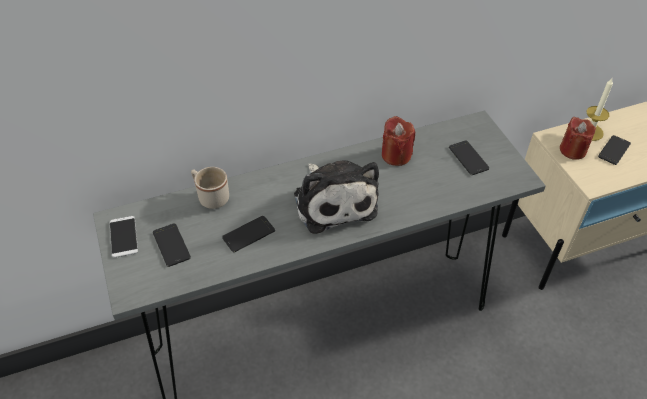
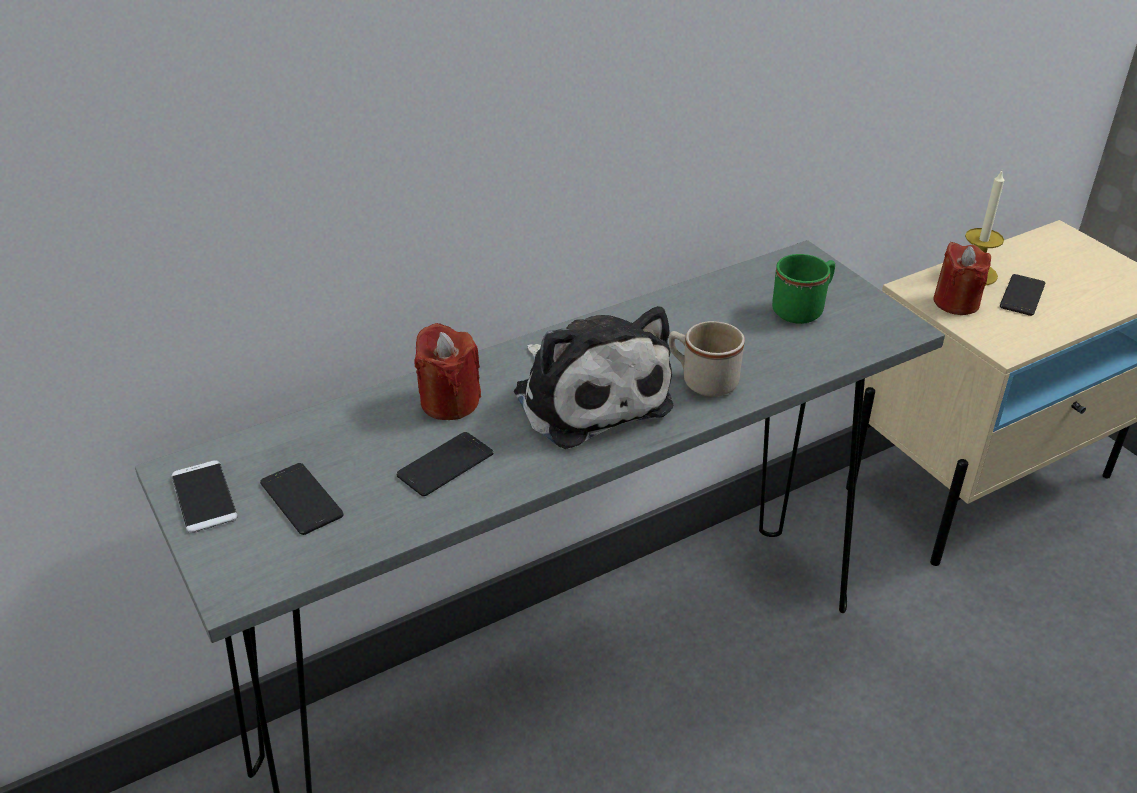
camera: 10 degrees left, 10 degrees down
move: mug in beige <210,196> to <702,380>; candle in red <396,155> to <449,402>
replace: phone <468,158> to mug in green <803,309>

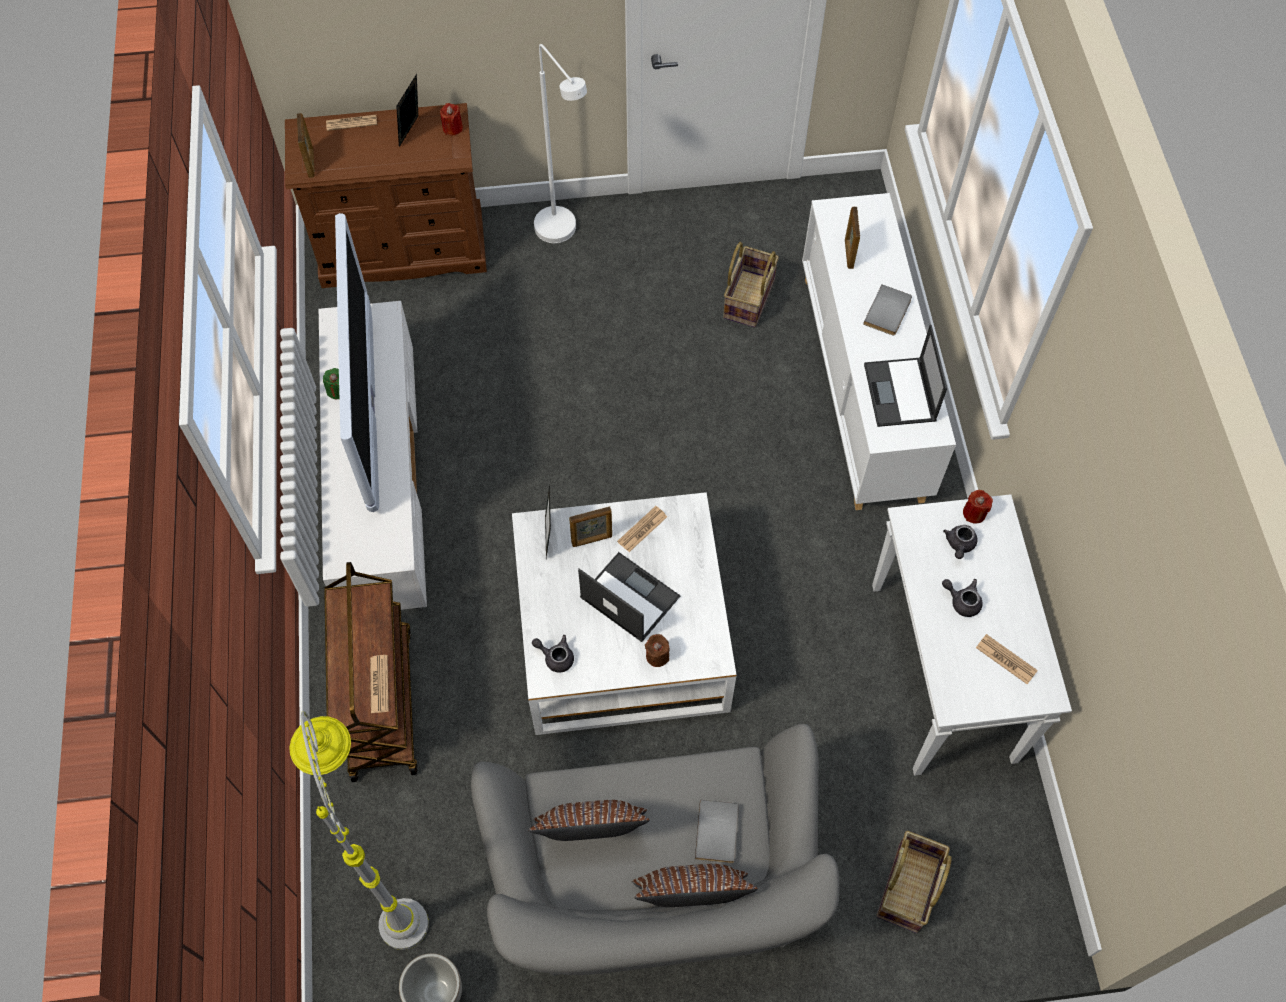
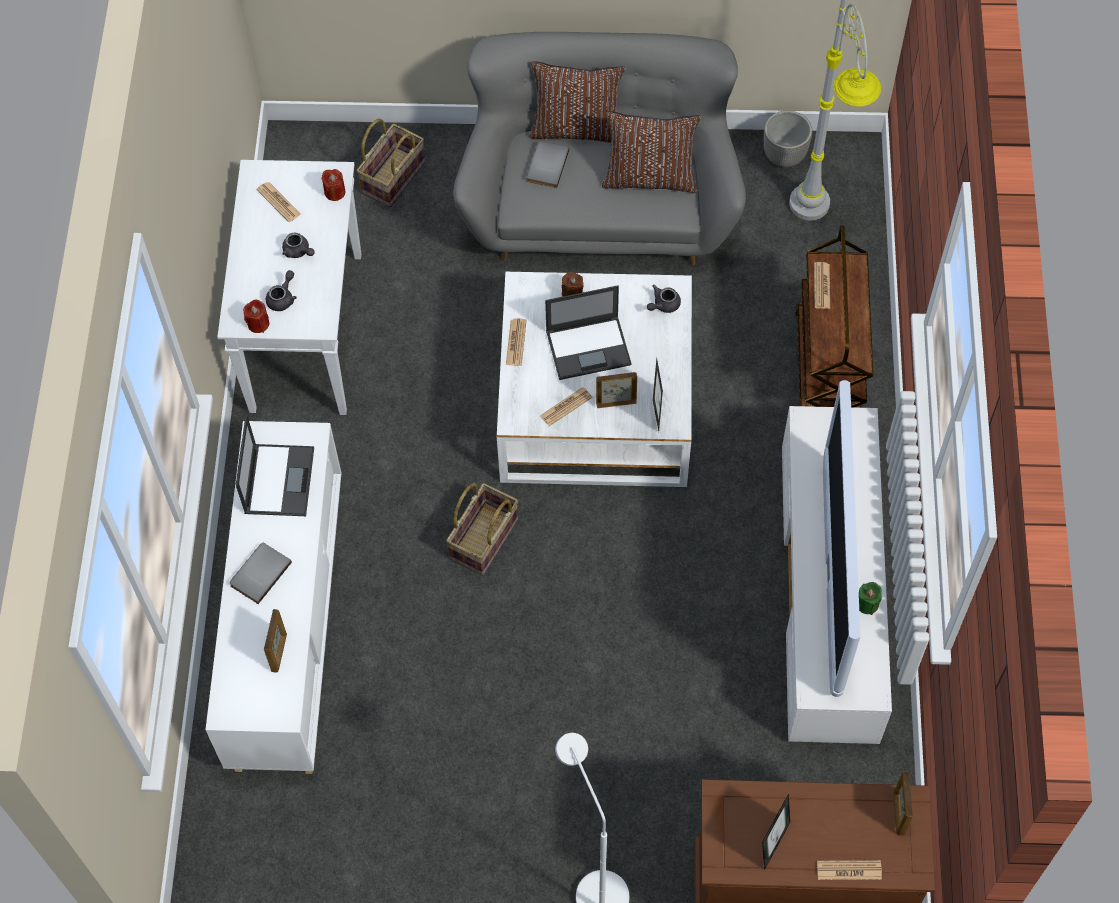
camera: 170 degrees left, 0 degrees up
insert: newspaper <516,342>
move: candle in red <452,128> to <335,192>; basket <748,298> to <485,540>
rotate: teapot in grey <555,657> = <663,305> 105 degrees clockwise; laptop <628,596> = <589,347> 60 degrees counterclockwise

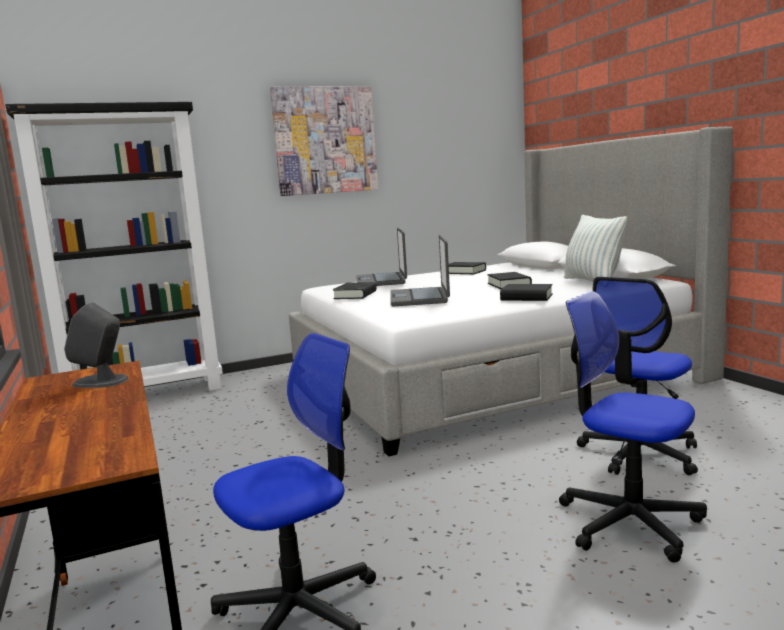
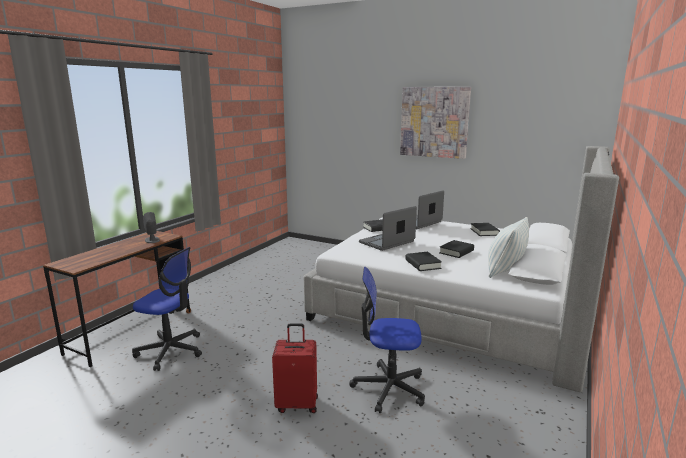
camera: 50 degrees right, 5 degrees up
delete: bookcase in black <147,394>
replace: office chair <629,522> to suitcase in red <297,404>

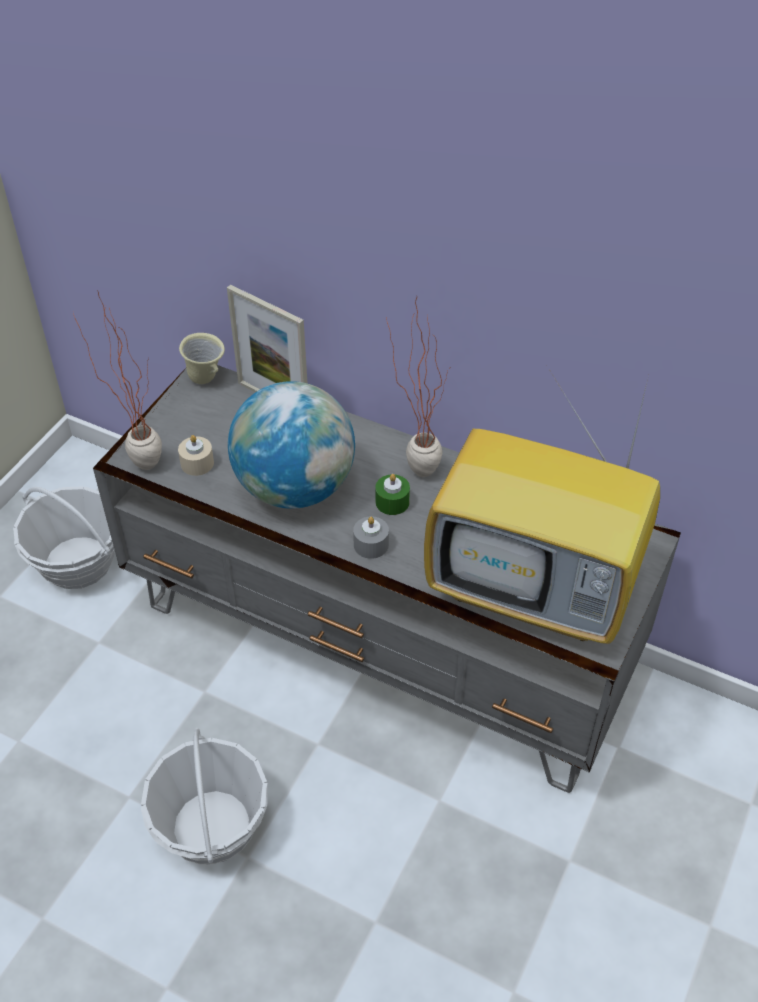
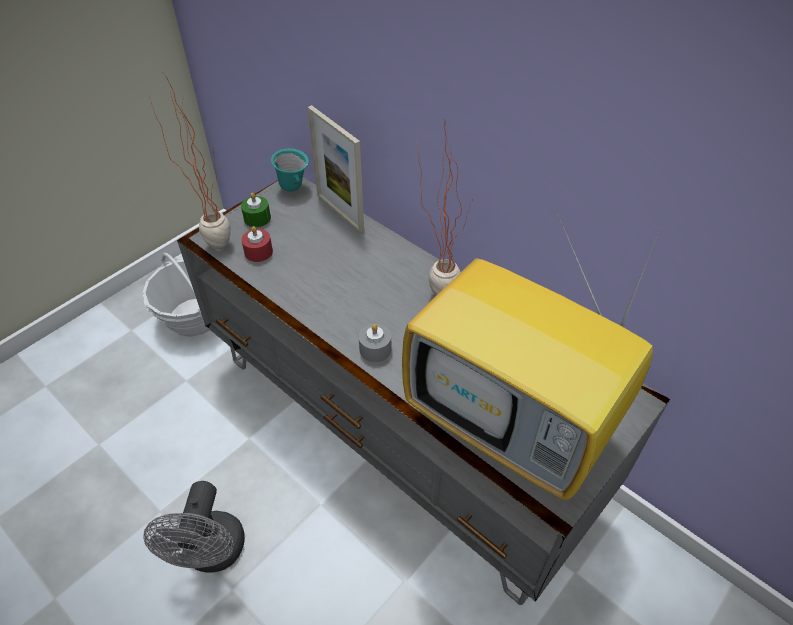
camera: 15 degrees right, 0 degrees up
delete: globe <295,487>
move: candle in green <392,502> to <257,218>
replace: basket <212,827> to fan in grey <212,554>
recolor: candle in beige <197,463> to candle in red <258,252>; mug in beige <206,379> to mug in turquoise <294,188>

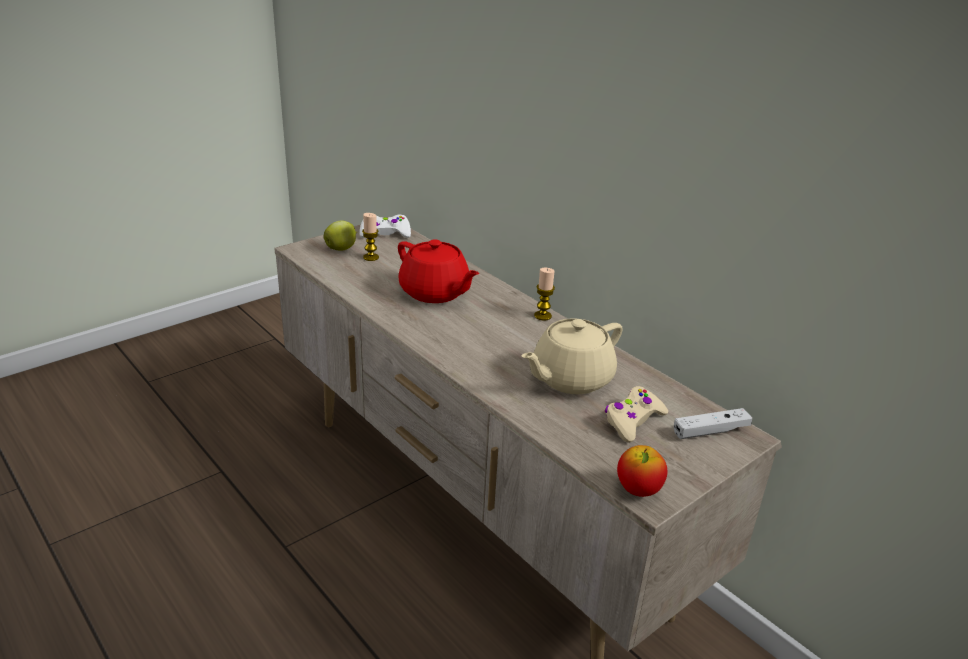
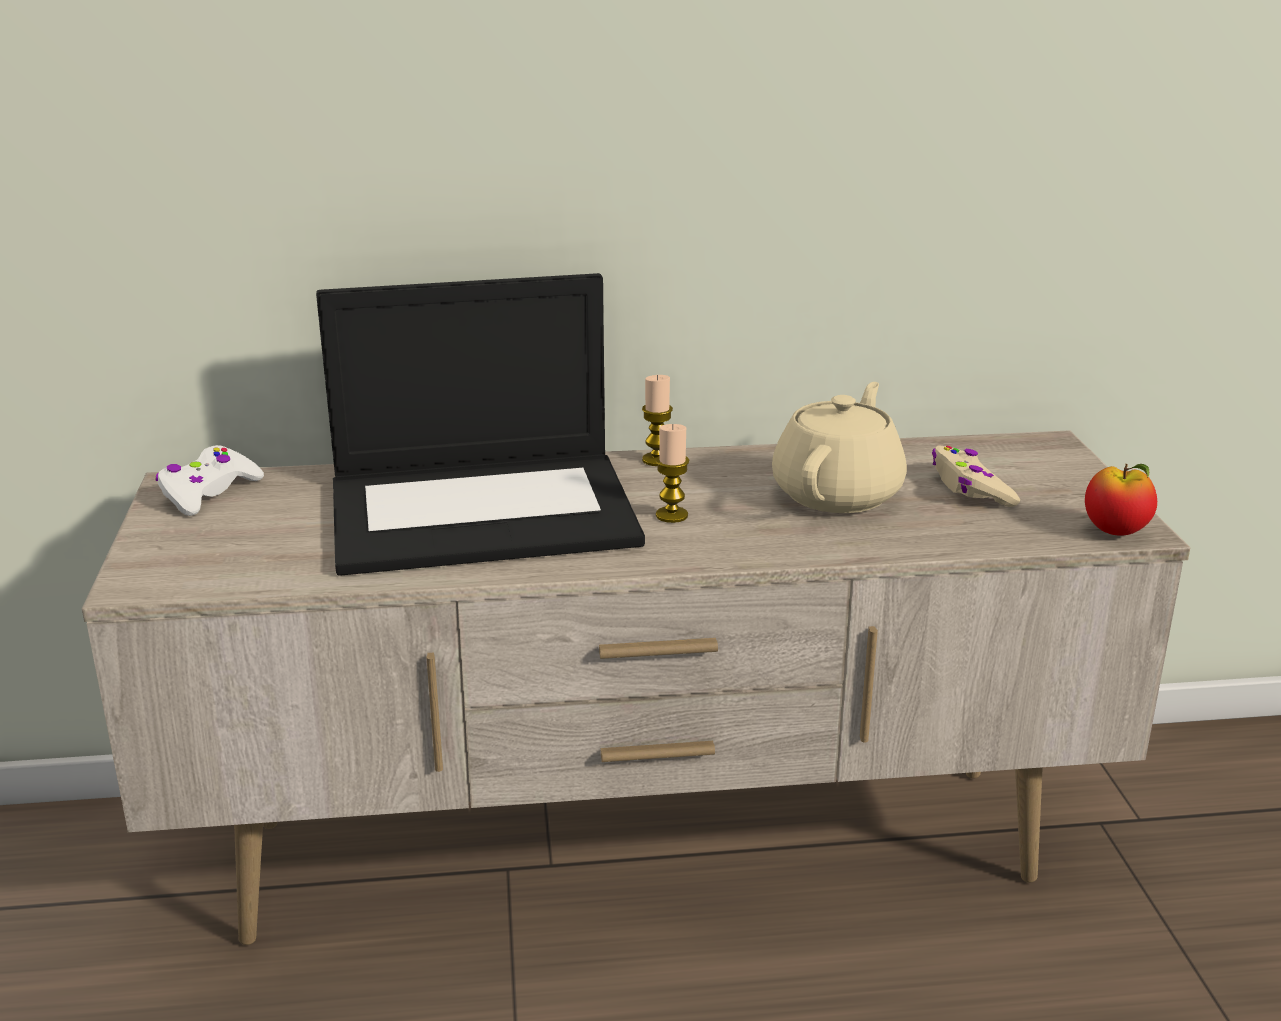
camera: 55 degrees left, 5 degrees down
delete: apple <341,249>; game controller in white <710,431>
move: candle <371,257> to <671,515>
replace: teapot in red <435,293> to laptop <485,511>
rotate: teapot in beige <570,378> = <839,493> 150 degrees counterclockwise

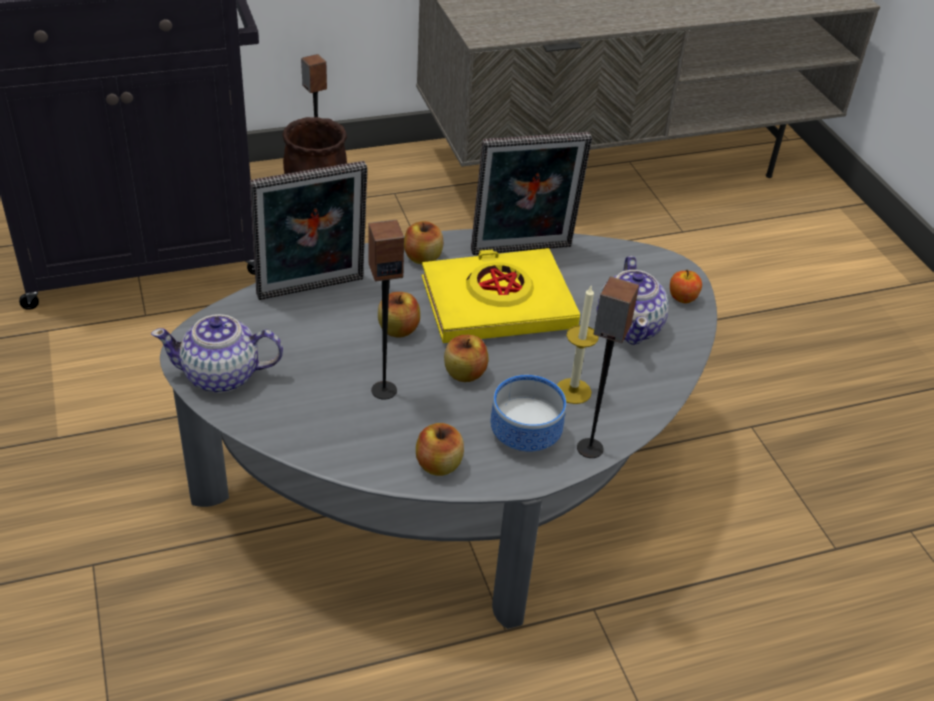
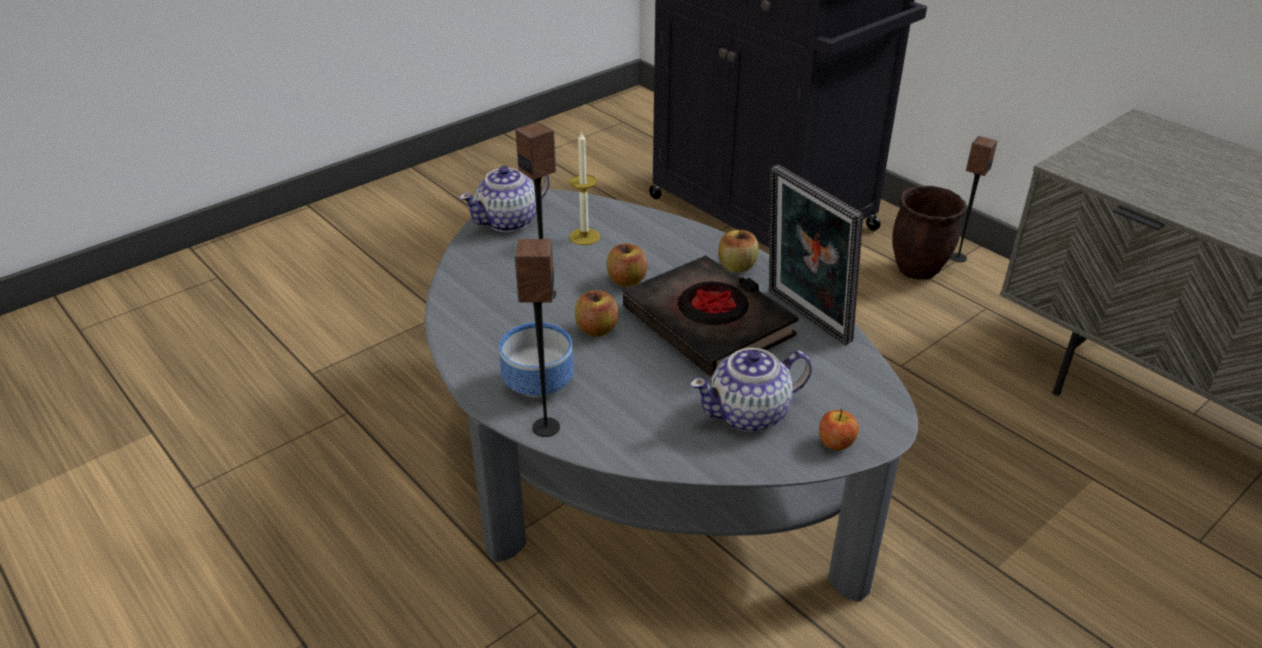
camera: 70 degrees right, 5 degrees down
delete: picture frame <312,291>; apple <438,465>
move: candle <573,391> to <584,236>
recolor: book in yellow <497,304> to book in black <709,323>
rotate: teapot <222,376> = <509,221> 105 degrees counterclockwise

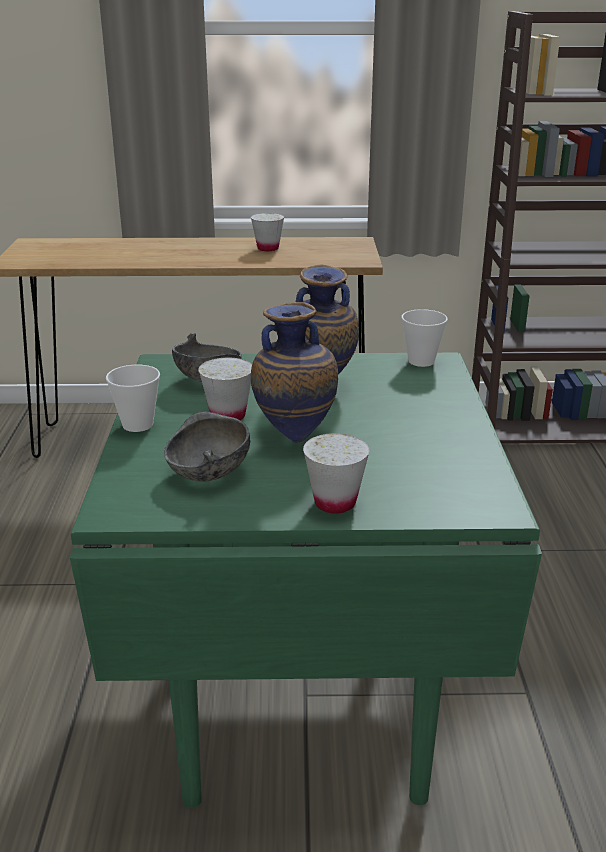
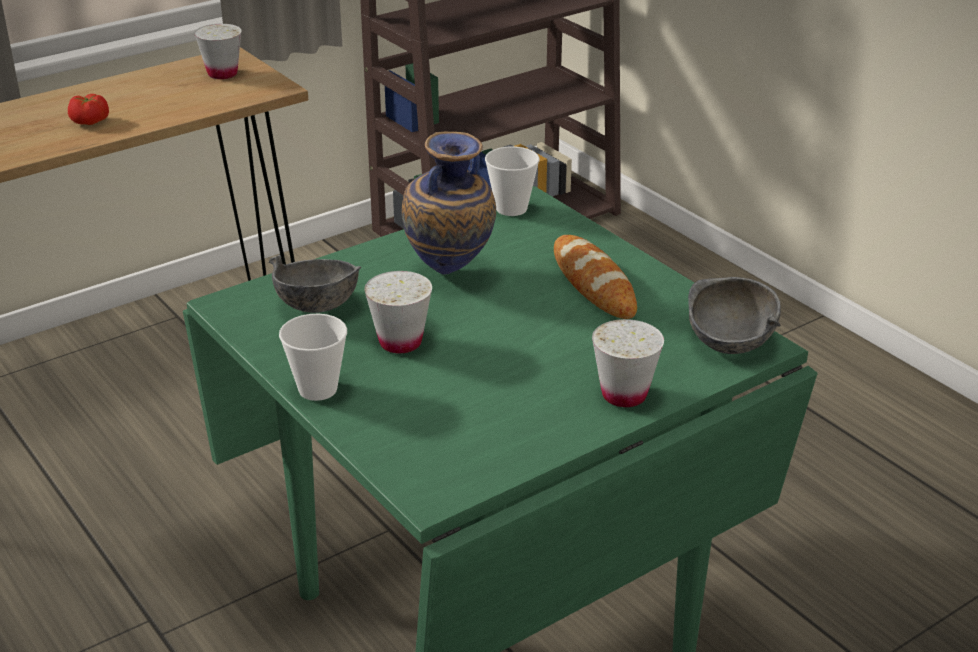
camera: 35 degrees left, 5 degrees up
delete: vase <295,437>
insert: tomato <90,122>; bread <593,283>
move: bowl in grey <208,473> to <730,343>; cup in white <268,248> to <222,74>

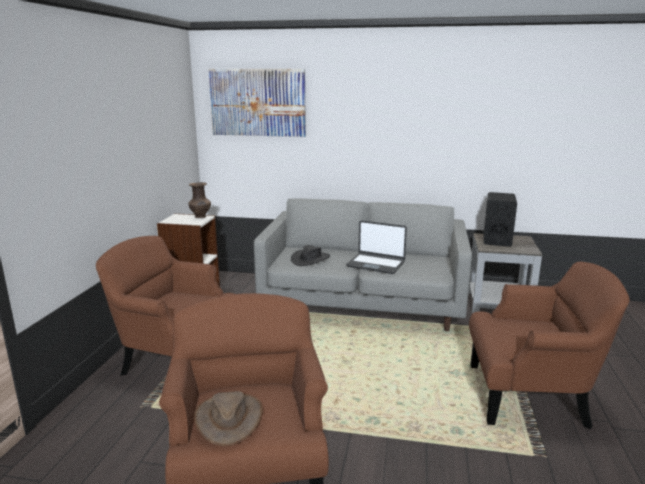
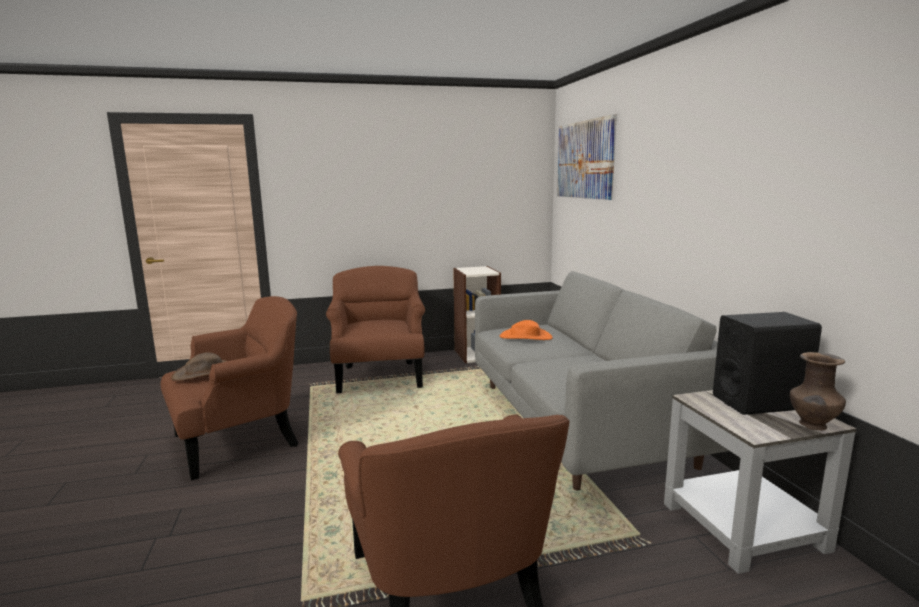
camera: 65 degrees right, 5 degrees down
delete: laptop <376,264>
move: vase in brown <201,217> to <813,426>
recolor: hat in black <310,259> to hat in orange <525,337>

